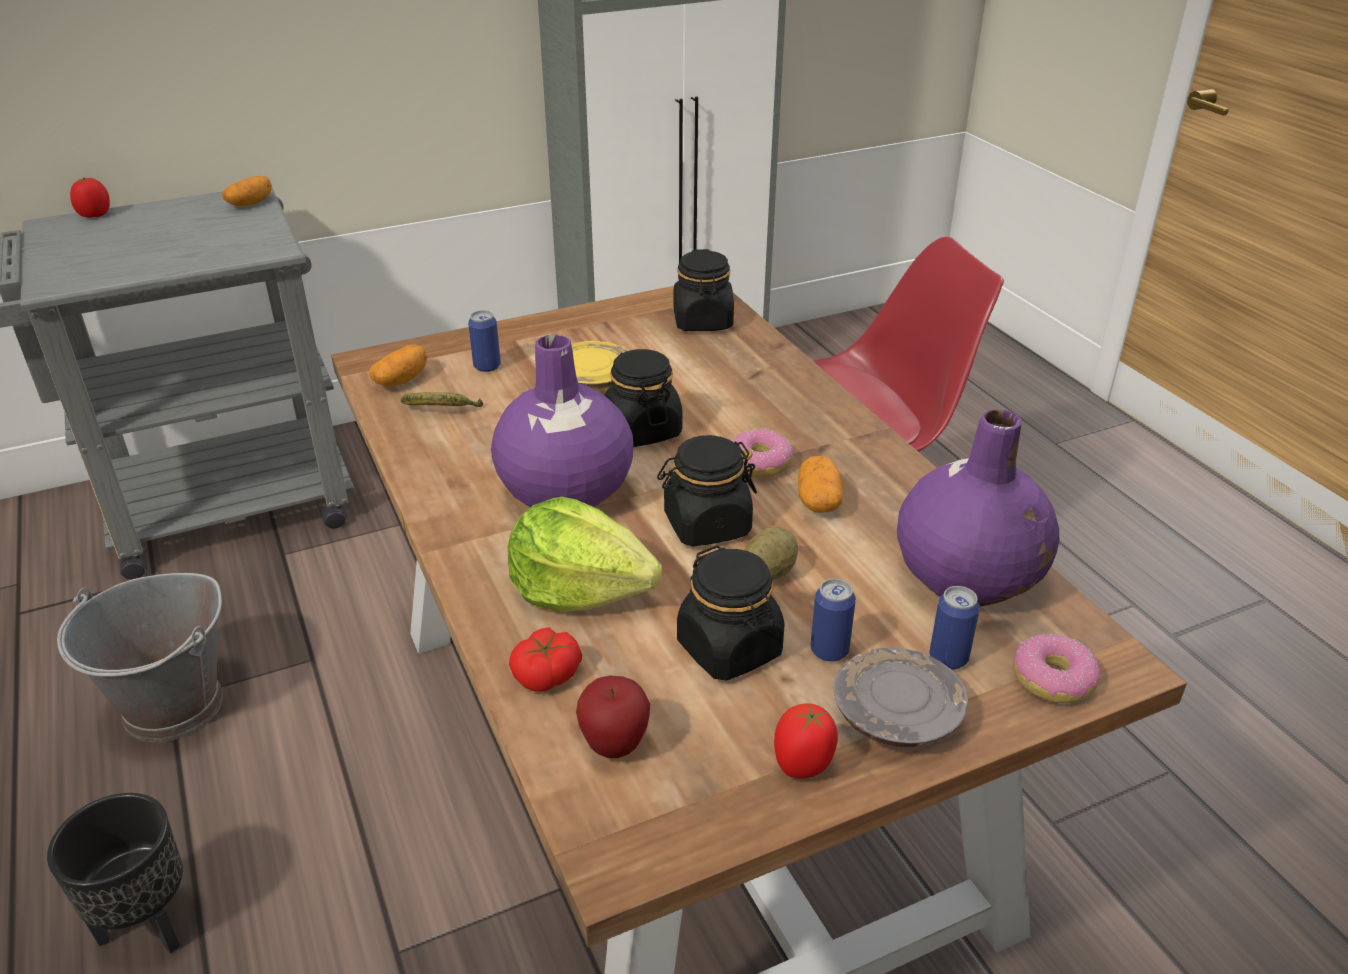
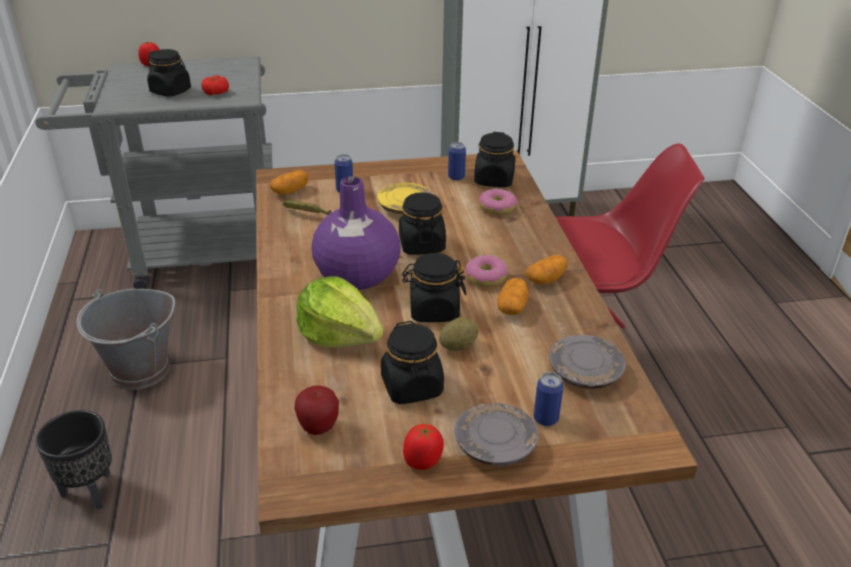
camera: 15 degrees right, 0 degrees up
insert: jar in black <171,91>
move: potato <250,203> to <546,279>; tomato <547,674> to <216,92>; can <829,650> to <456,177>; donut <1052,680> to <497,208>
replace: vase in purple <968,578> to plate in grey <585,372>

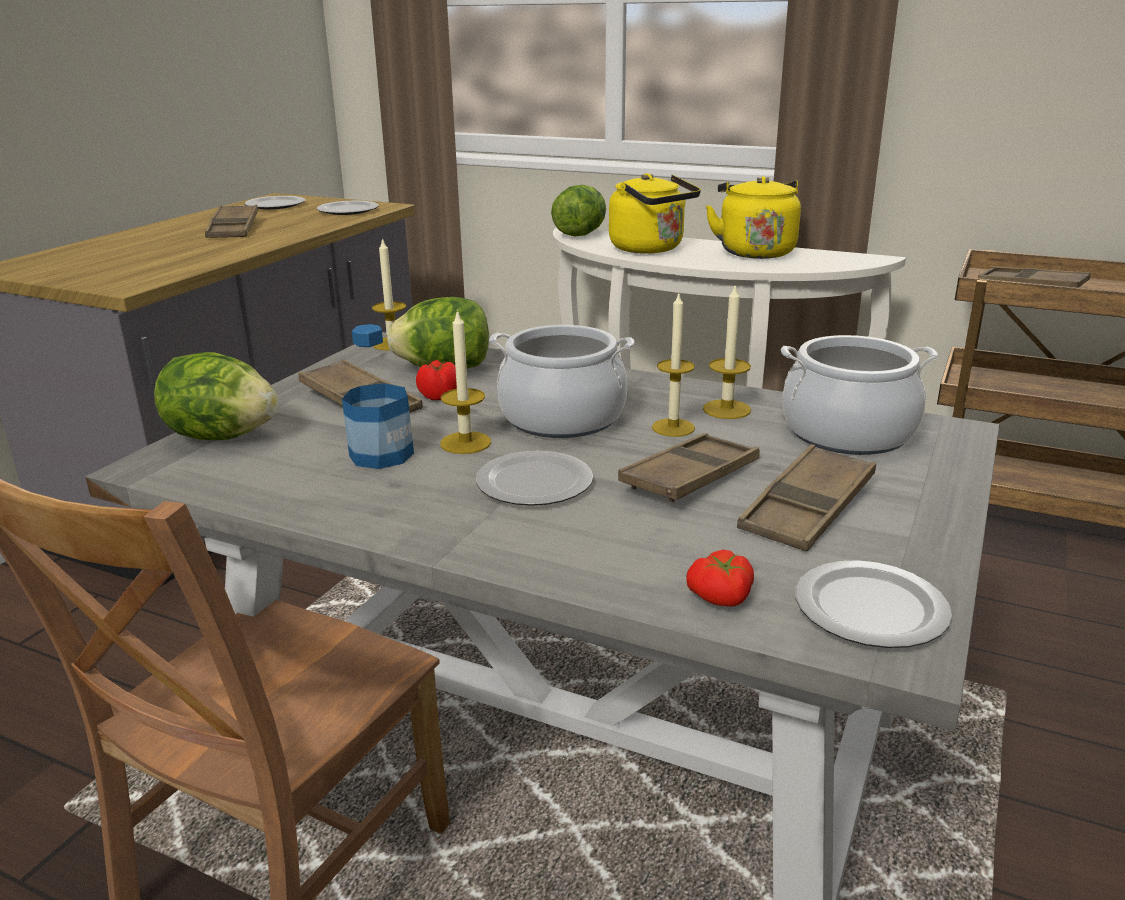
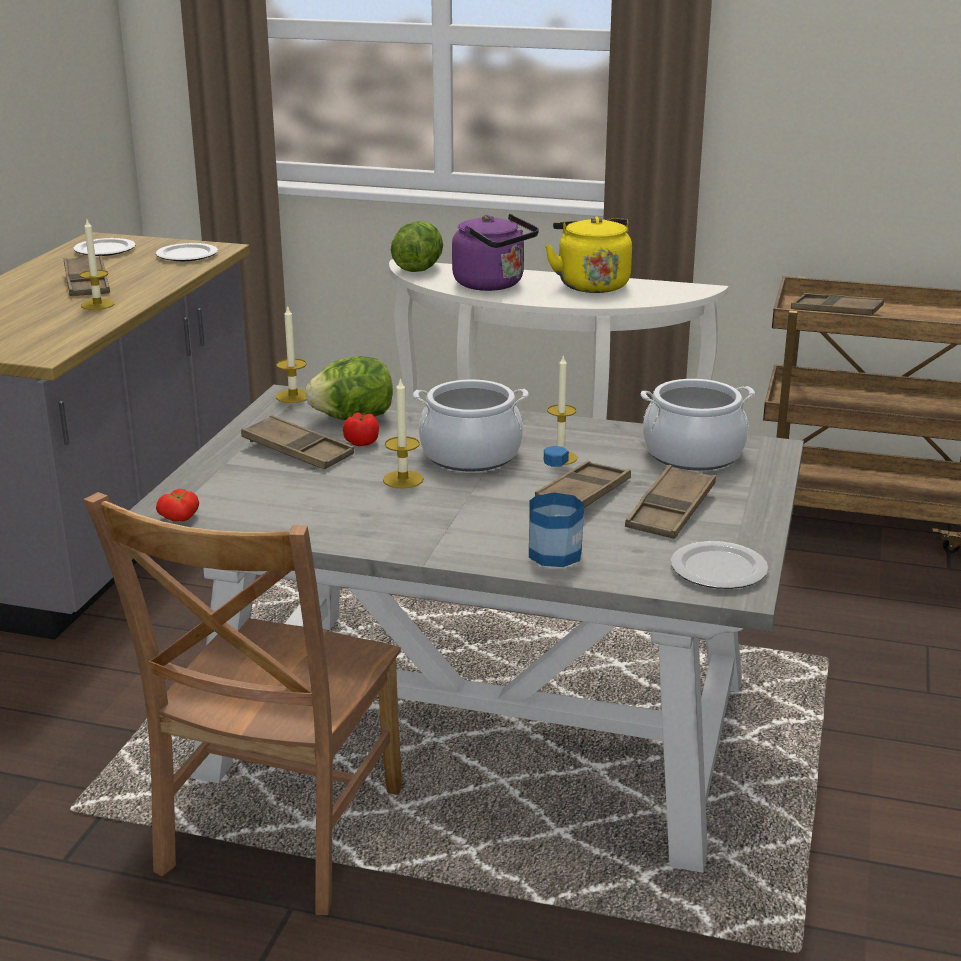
camera: 10 degrees left, 0 degrees up
delete: lettuce <222,436>; plate <536,483>
move: bottle <381,454> to <555,554>; tomato <721,598> to <180,518>; candle <726,409> to <97,304>
recolor: kettle in yellow <650,249> to kettle in purple <493,285>

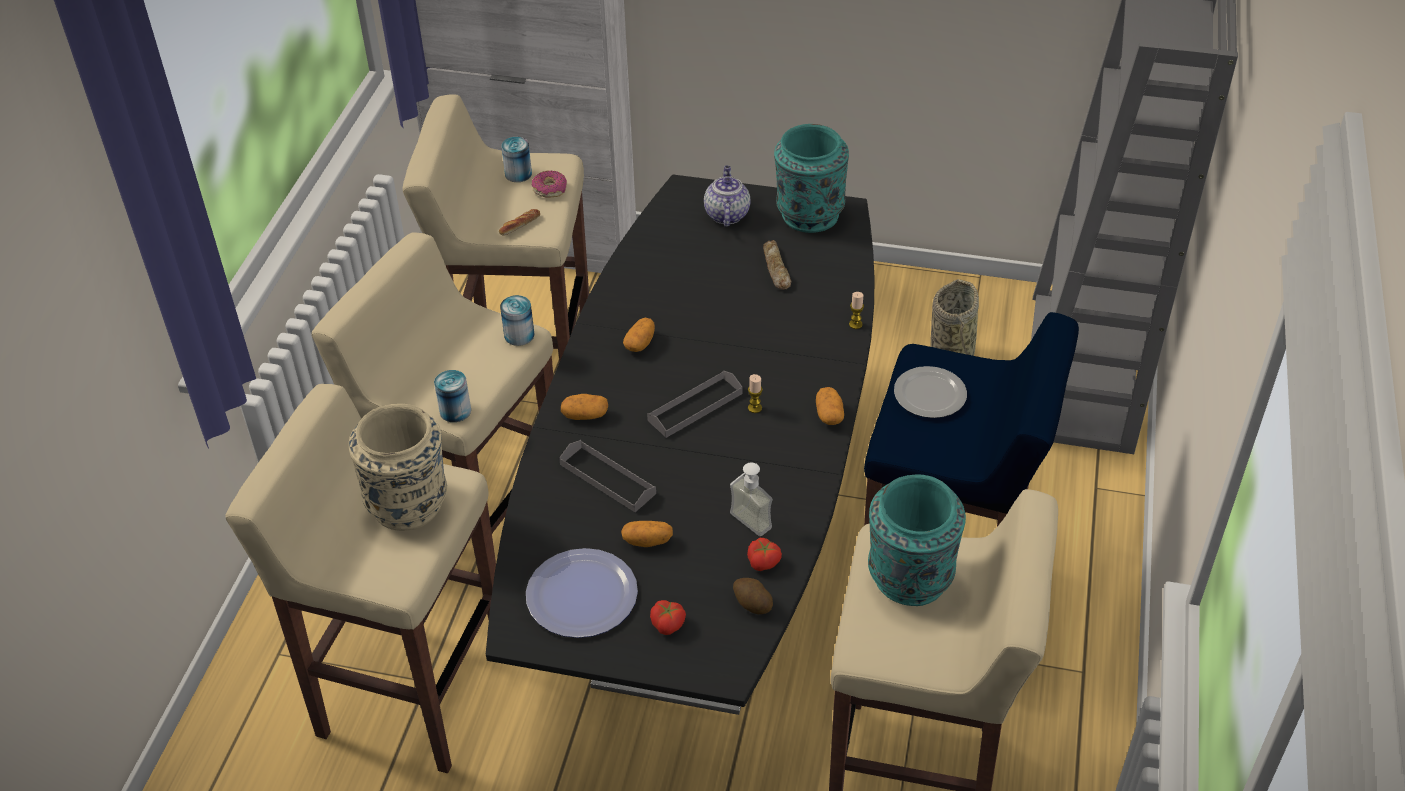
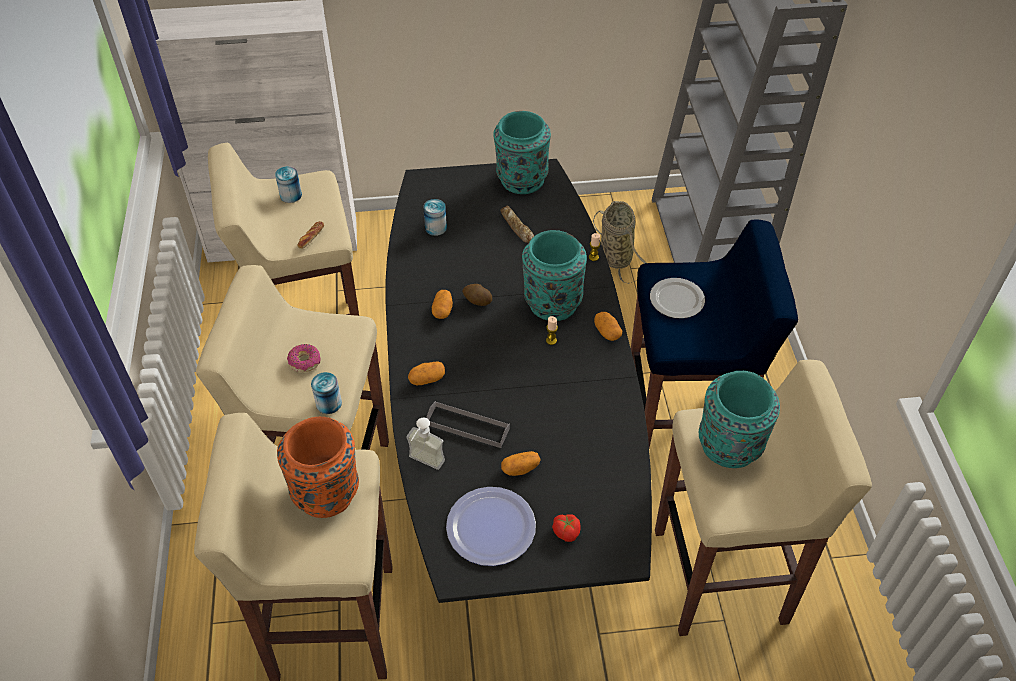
camera: 20 degrees left, 5 degrees up
delete: tray in grey <695,407>; teapot <726,214>; tomato <764,562>
insert: vase in turquoise <552,302>
move: can <519,335> to <435,228>; donut <550,189> to <304,361>; soap dispenser <744,526> to <423,464>; potato <752,604> to <477,301>
recolor: vase in beige <409,504> to vase in orange <327,492>

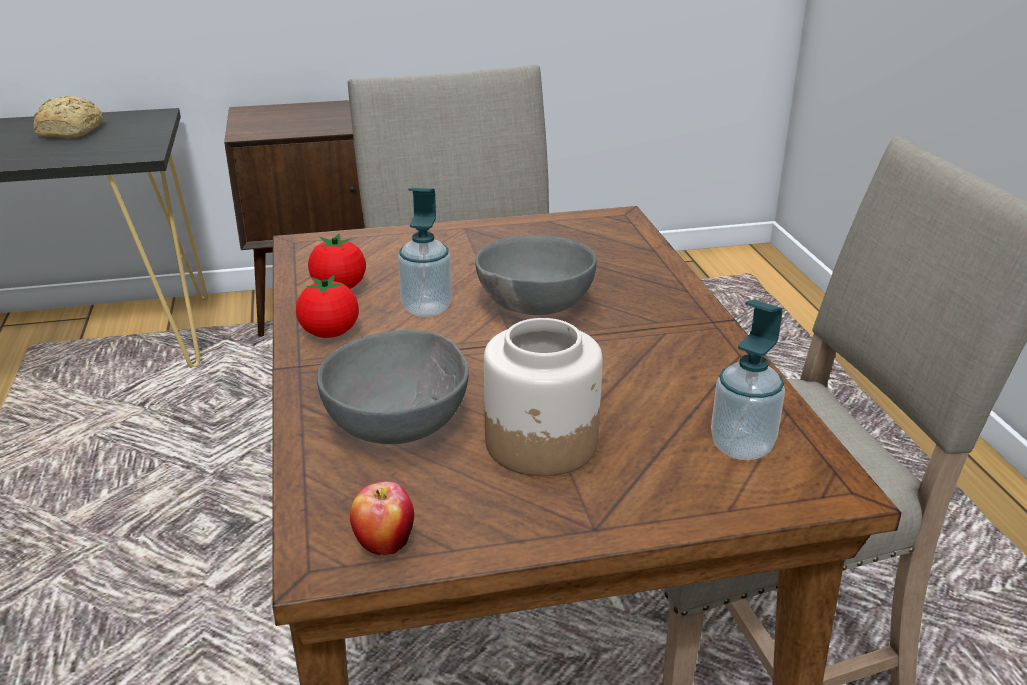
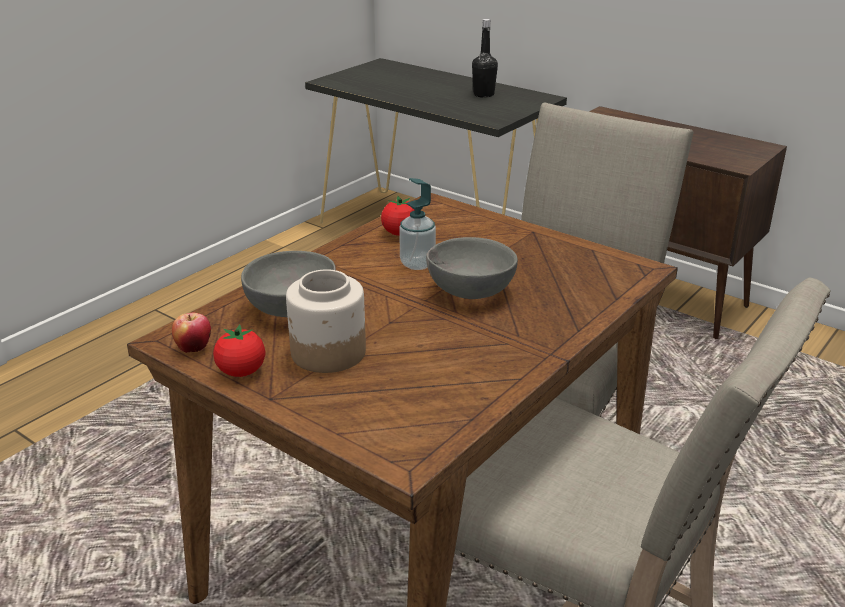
camera: 50 degrees right, 0 degrees up
delete: soap dispenser <741,446>
move: tomato <330,333> to <241,372>
replace: bread <72,130> to bottle in black <483,94>

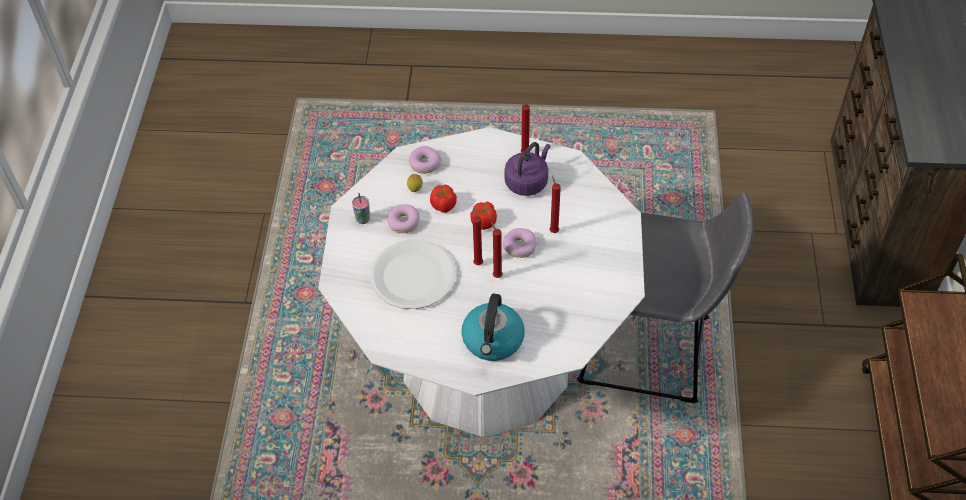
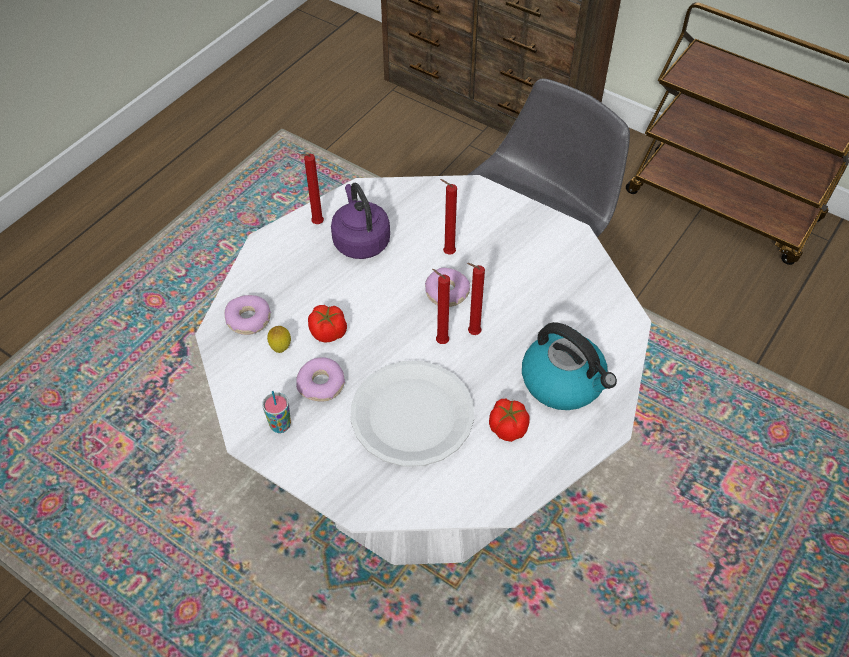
camera: 60 degrees left, 0 degrees up
move: tomato <484,222> to <507,427>

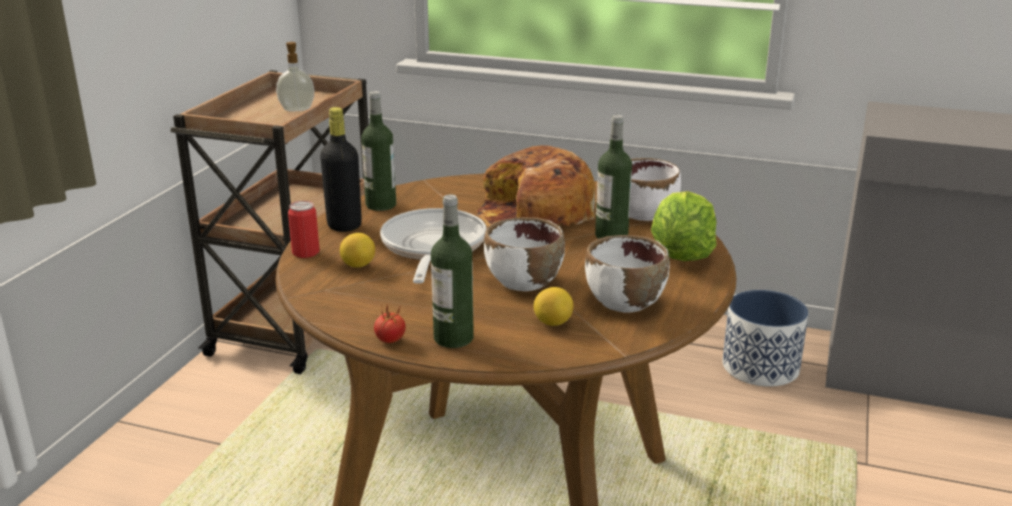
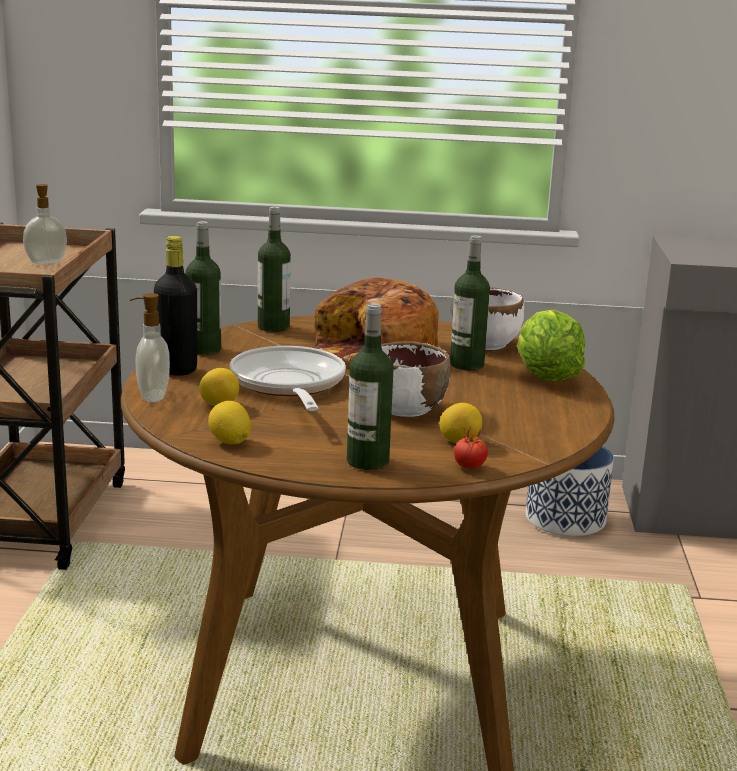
camera: 15 degrees left, 5 degrees down
delete: bowl in white <624,302>
insert: lemon <229,442>; bottle <273,327>
move: tomato <390,340> to <469,467>
replace: can <306,252> to soap dispenser <151,396>

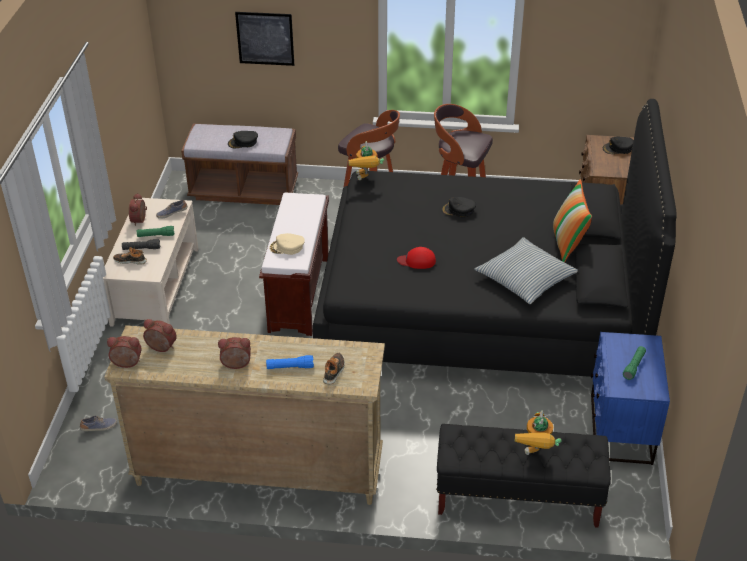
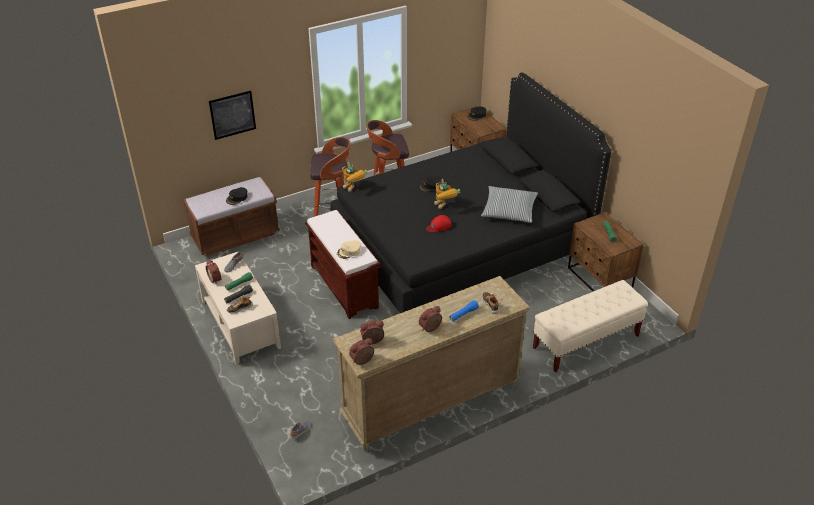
camera: 35 degrees left, 0 degrees up
delete: pillow <568,244>
move: toy robot <535,454> to <444,207>
recolor: bench in black <517,498> to bench in beige <585,342>; nightstand in blue <619,429> to nightstand in brown <599,279>

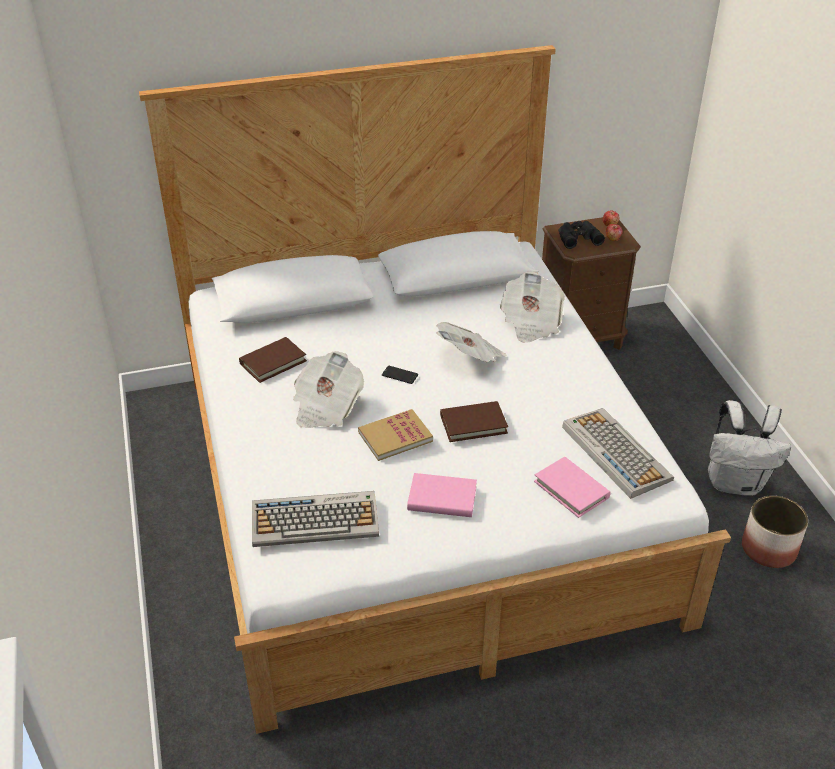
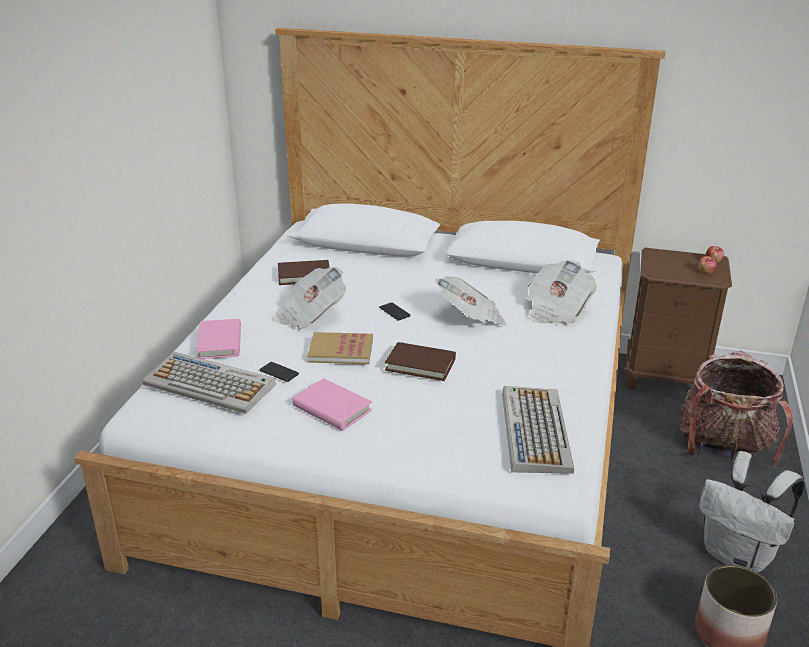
camera: 30 degrees right, 10 degrees down
delete: binoculars in black <577,237>
insert: phone <279,372>; backpack <723,448>
move: book in pink <571,489> to <220,342>

